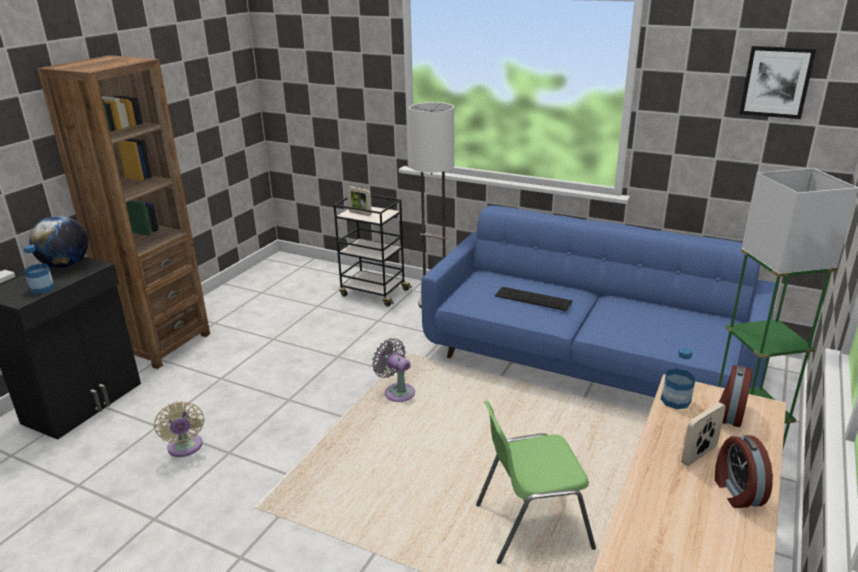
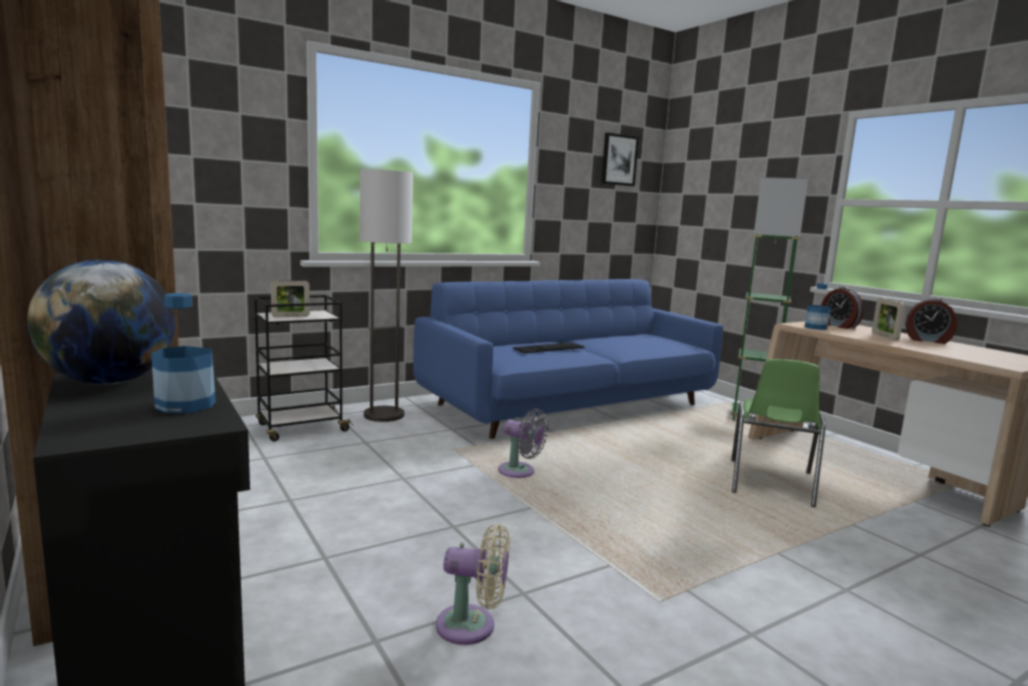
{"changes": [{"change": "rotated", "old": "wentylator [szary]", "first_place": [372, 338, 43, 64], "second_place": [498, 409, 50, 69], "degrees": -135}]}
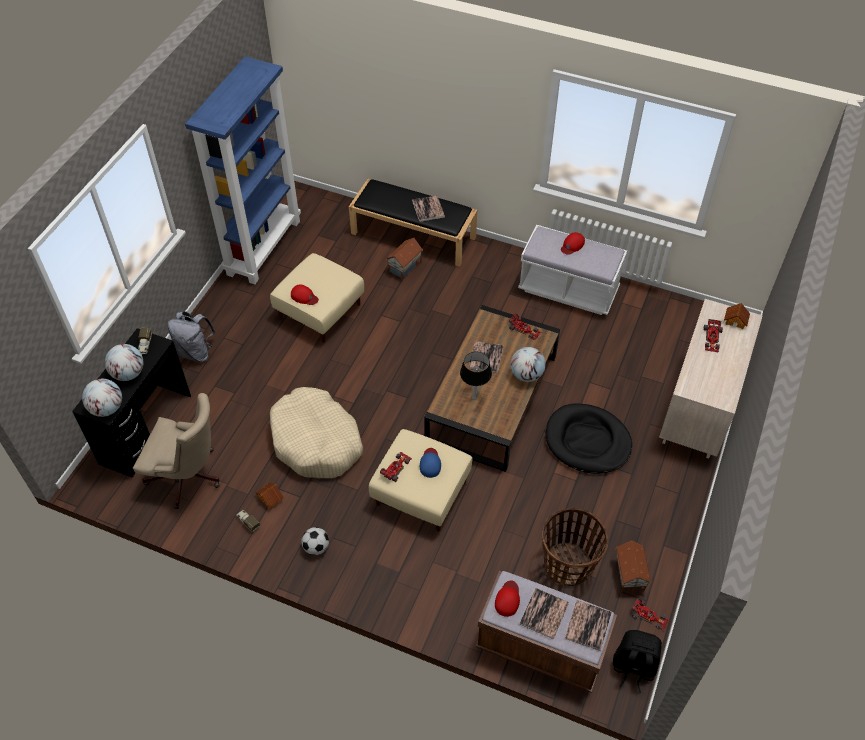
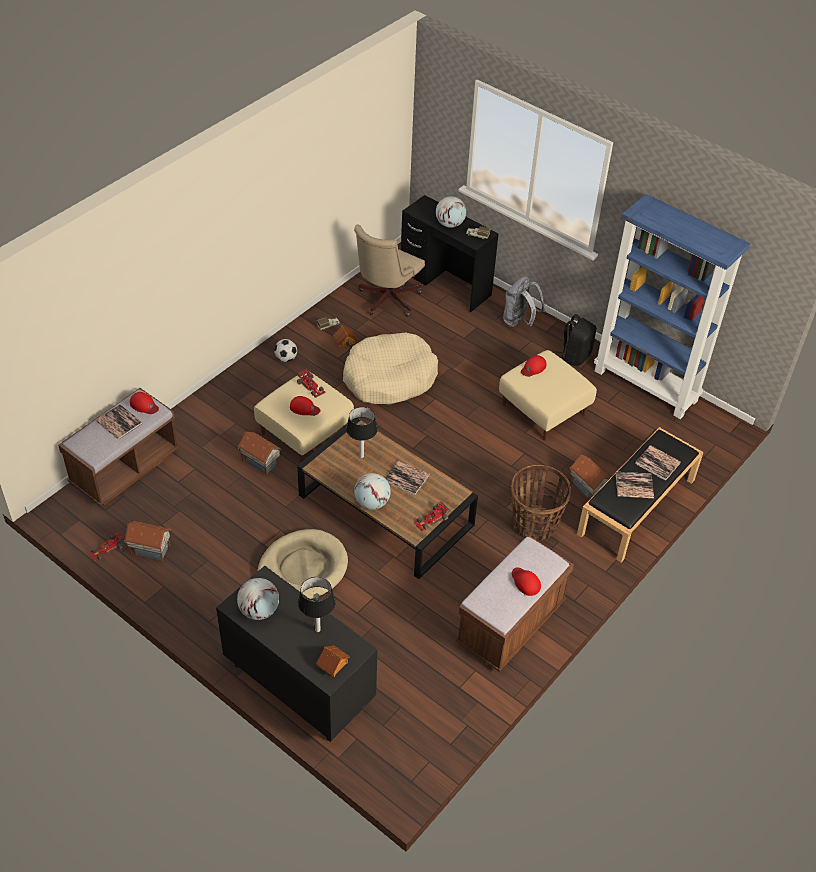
{"changes": [{"change": "repainted", "old": "komoda [beżowy]", "new": "komoda [czarny]", "first_place": [659, 299, 104, 160], "second_place": [216, 566, 162, 176]}, {"change": "shifted", "old": "globus", "first_place": [82, 379, 40, 38], "second_place": [237, 578, 42, 42]}, {"change": "new", "new": "domek", "second_place": [238, 432, 43, 44]}, {"change": "repainted", "old": "legowisko [czarny]", "new": "legowisko [beżowy]", "first_place": [546, 403, 86, 71], "second_place": [257, 529, 91, 71]}, {"change": "repainted", "old": "czapka z daszkiem [niebieski]", "new": "czapka z daszkiem [czerwony]", "first_place": [420, 448, 21, 30], "second_place": [290, 396, 31, 20]}, {"change": "swapped", "old": "samochodzik", "new": "lampa stołowa", "first_place": [703, 319, 20, 33], "second_place": [298, 577, 38, 55]}, {"change": "repainted", "old": "ławka [biały]", "new": "ławka [brązowy]", "first_place": [518, 225, 109, 90], "second_place": [456, 536, 118, 136]}, {"change": "shifted", "old": "koszyk", "first_place": [542, 508, 66, 79], "second_place": [511, 465, 60, 76]}, {"change": "shifted", "old": "plecak [czarny]", "first_place": [613, 630, 49, 63], "second_place": [556, 314, 40, 52]}, {"change": "shifted", "old": "książka", "first_place": [565, 600, 47, 51], "second_place": [635, 445, 46, 36]}]}
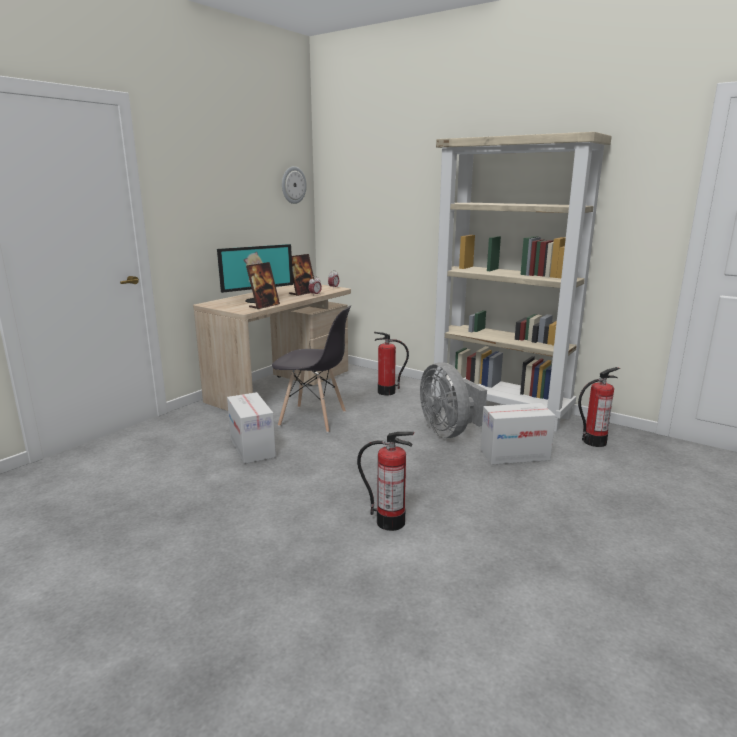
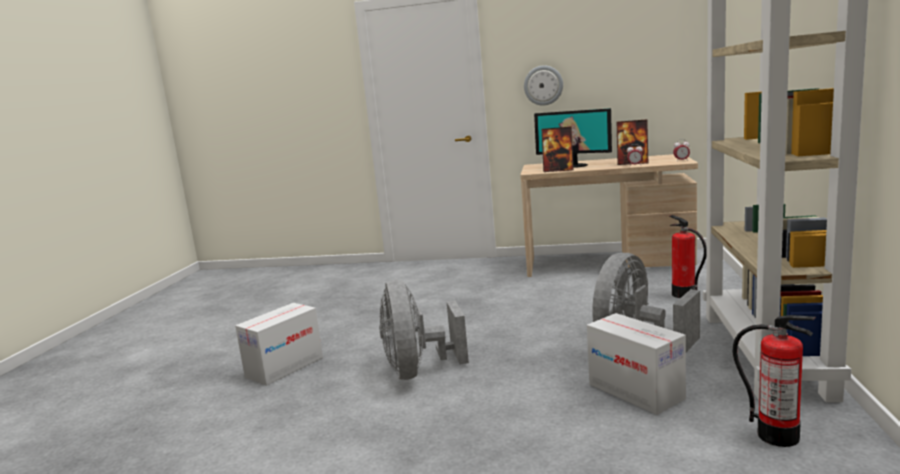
{"changes": [{"change": "shifted", "old": "karton", "first_place": [227, 392, 49, 72], "second_place": [235, 303, 88, 83]}, {"change": "swapped", "old": "gaśnica", "new": "wentylator [szary]", "first_place": [357, 432, 57, 99], "second_place": [379, 280, 90, 100]}, {"change": "shifted", "old": "zegar ścienny", "first_place": [282, 166, 25, 38], "second_place": [524, 65, 39, 41]}, {"change": "gone", "old": "krzesło [szary]", "first_place": [272, 305, 79, 128]}]}
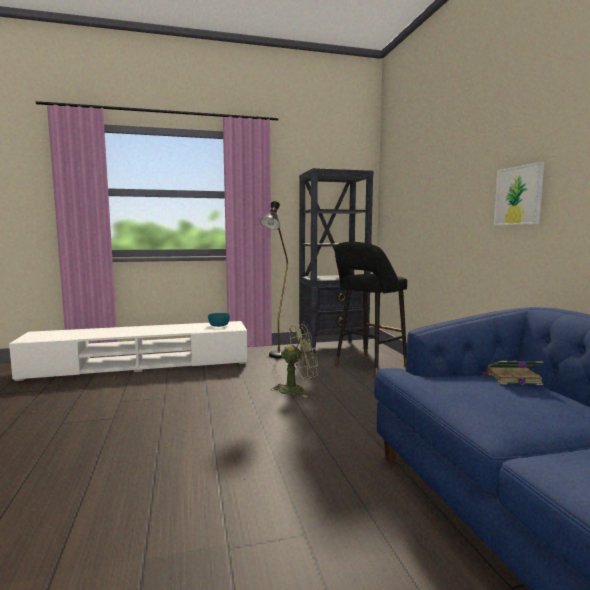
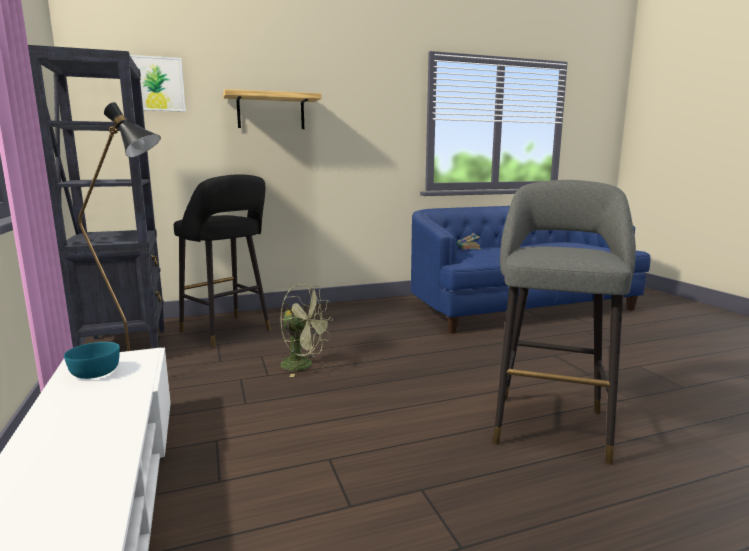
{"changes": [{"change": "shifted", "old": "obraz", "first_place": [494, 162, 50, 63], "second_place": [130, 55, 56, 57]}, {"change": "new", "new": "półka", "second_place": [223, 89, 99, 40]}, {"change": "rotated", "old": "wentylator [zielony]", "first_place": [270, 324, 48, 74], "second_place": [280, 284, 53, 93], "degrees": 135}, {"change": "new", "new": "stołek [szary]", "second_place": [493, 180, 143, 285]}]}
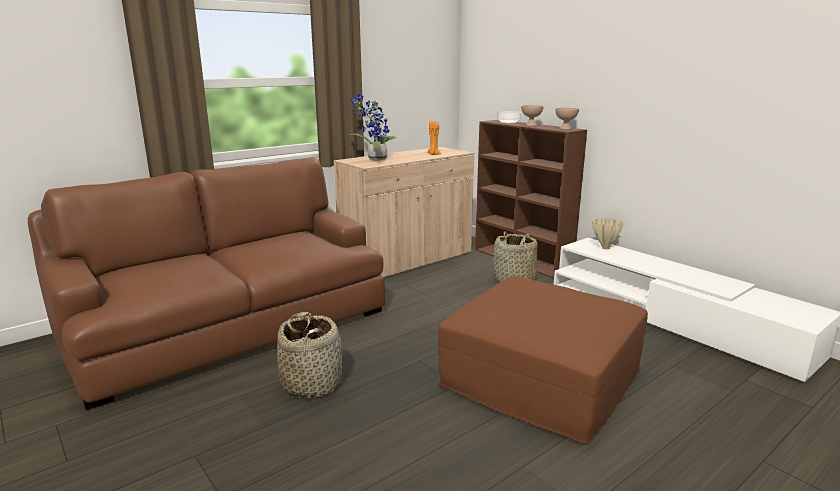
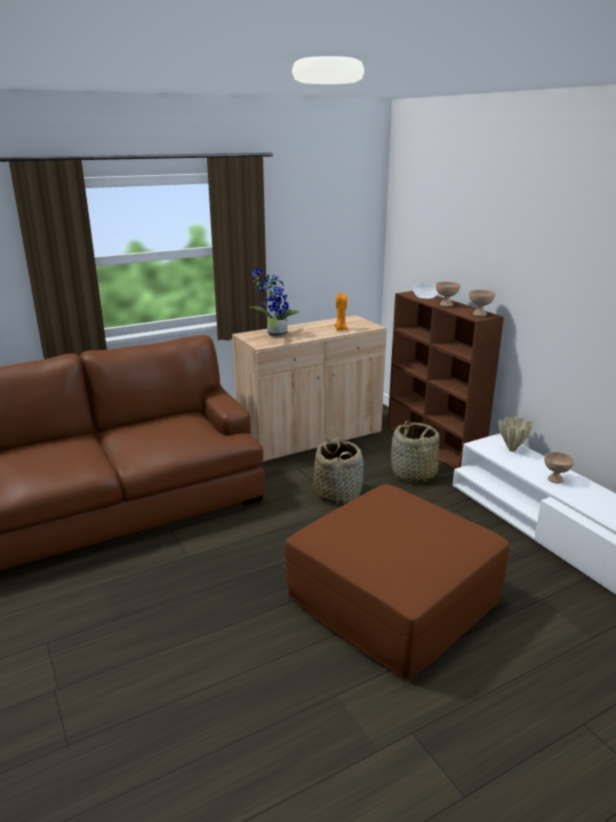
{"changes": [{"change": "shifted", "old": "koszyk", "first_place": [277, 312, 65, 88], "second_place": [313, 438, 51, 67]}, {"change": "new", "new": "miska [beżowy]", "second_place": [544, 452, 30, 31]}]}
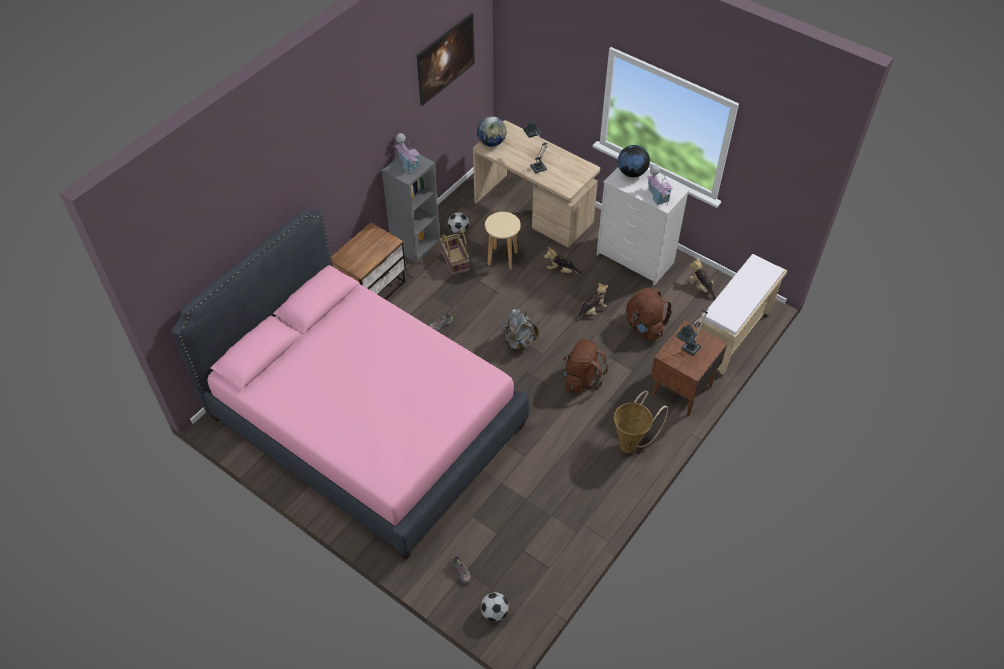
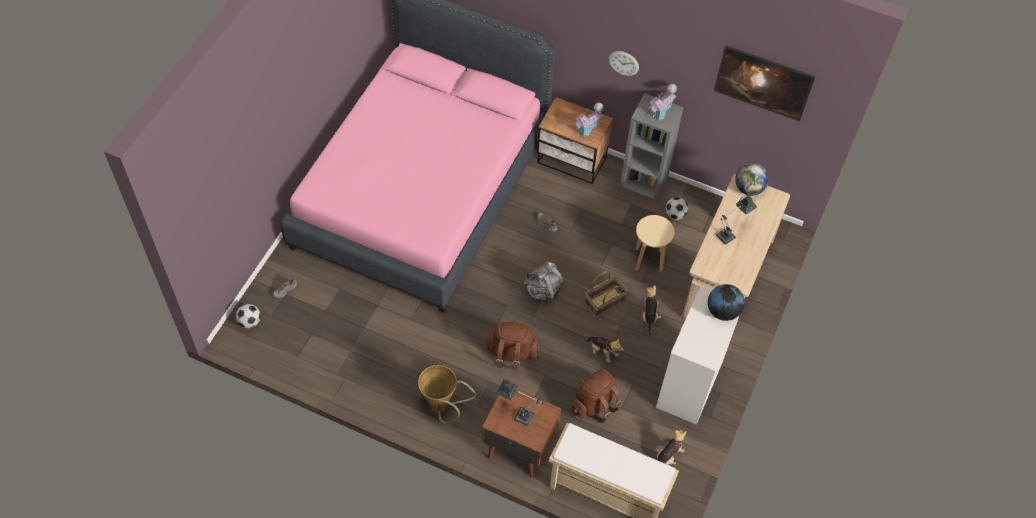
{"changes": [{"change": "shifted", "old": "domek", "first_place": [647, 165, 26, 41], "second_place": [574, 103, 30, 35]}, {"change": "shifted", "old": "koszyk", "first_place": [440, 230, 30, 45], "second_place": [584, 271, 44, 47]}, {"change": "new", "new": "zegar ścienny", "second_place": [608, 51, 31, 25]}]}
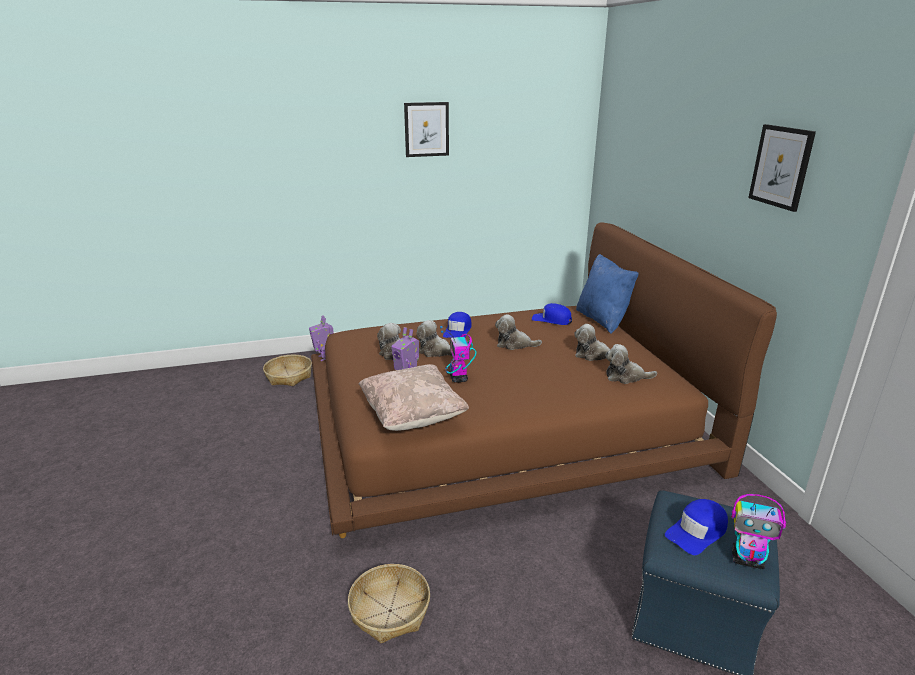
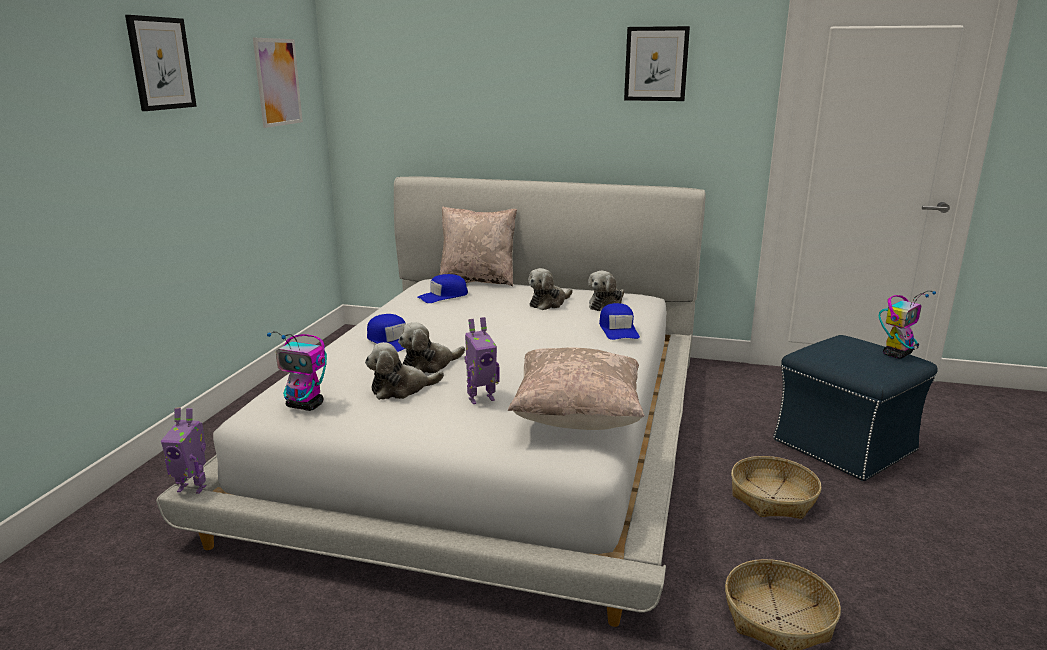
{"changes": [{"change": "repainted", "old": "łóżko [brązowy]", "new": "łóżko [biały]", "first_place": [311, 222, 466, 316], "second_place": [156, 176, 550, 451]}, {"change": "new", "new": "obraz", "second_place": [253, 38, 50, 90]}, {"change": "shifted", "old": "robot zabawkowy", "first_place": [440, 326, 37, 57], "second_place": [267, 332, 60, 79]}, {"change": "repainted", "old": "poduszka [niebieski]", "new": "poduszka [beżowy]", "first_place": [576, 254, 63, 80], "second_place": [440, 206, 77, 80]}, {"change": "shifted", "old": "czapka z daszkiem [niebieski]", "first_place": [665, 499, 63, 56], "second_place": [599, 303, 41, 37]}, {"change": "shifted", "old": "koszyk", "first_place": [263, 355, 49, 31], "second_place": [731, 456, 90, 63]}, {"change": "gone", "old": "pluszak", "first_place": [495, 314, 47, 36]}]}
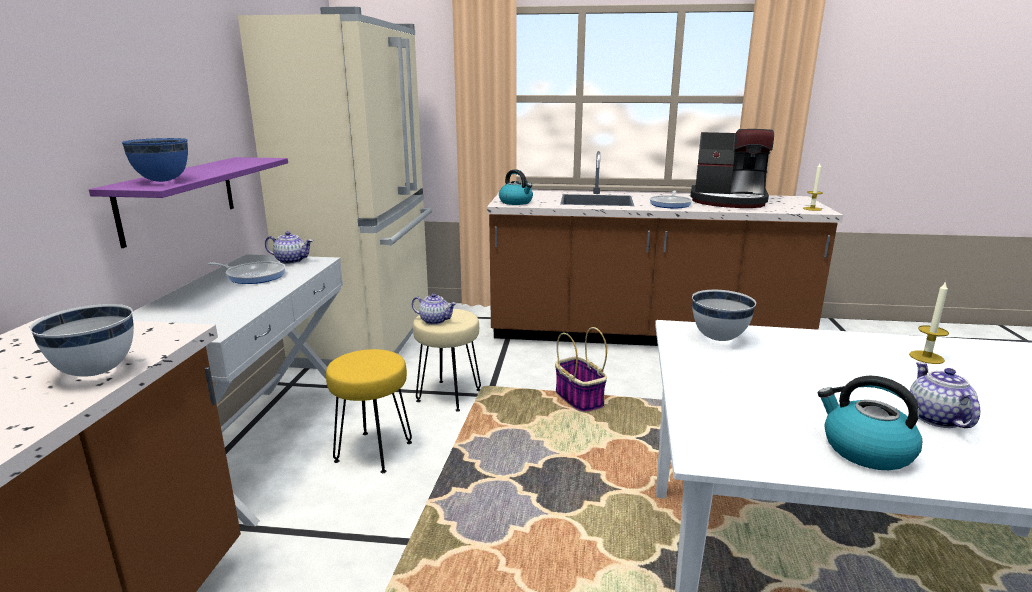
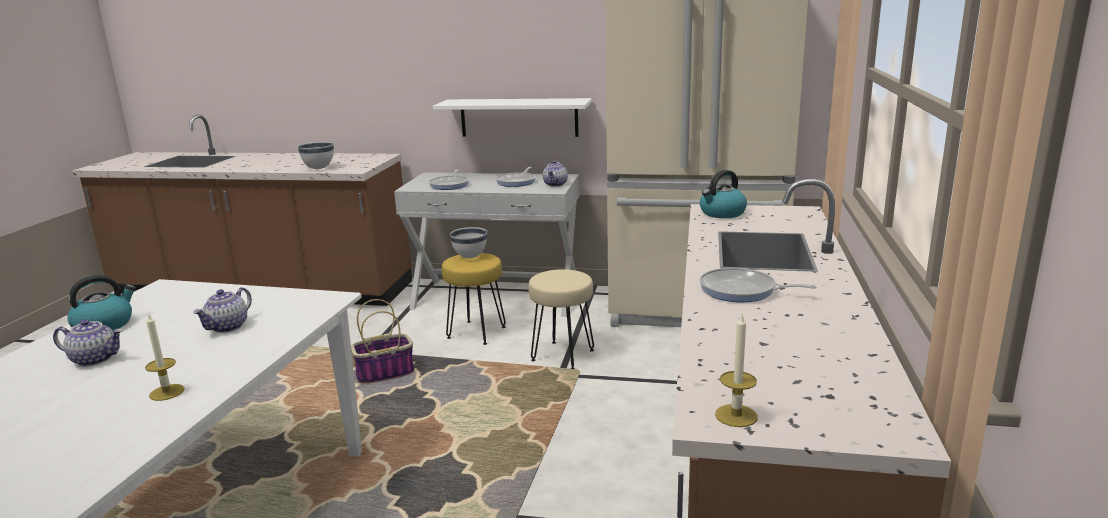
{"changes": [{"change": "shifted", "old": "imbryk", "first_place": [412, 293, 45, 32], "second_place": [193, 287, 59, 46]}, {"change": "shifted", "old": "koszyk", "first_place": [555, 327, 52, 85], "second_place": [351, 299, 64, 85]}, {"change": "new", "new": "patelnia", "second_place": [429, 169, 40, 21]}, {"change": "repainted", "old": "półka [fioletowy]", "new": "półka [biały]", "first_place": [89, 157, 199, 91], "second_place": [433, 98, 159, 39]}, {"change": "shifted", "old": "miska [biały]", "first_place": [692, 290, 64, 51], "second_place": [450, 227, 37, 31]}, {"change": "gone", "old": "miska [niebieski]", "first_place": [122, 138, 66, 44]}, {"change": "gone", "old": "ekspres do kawy", "first_place": [690, 129, 84, 79]}]}
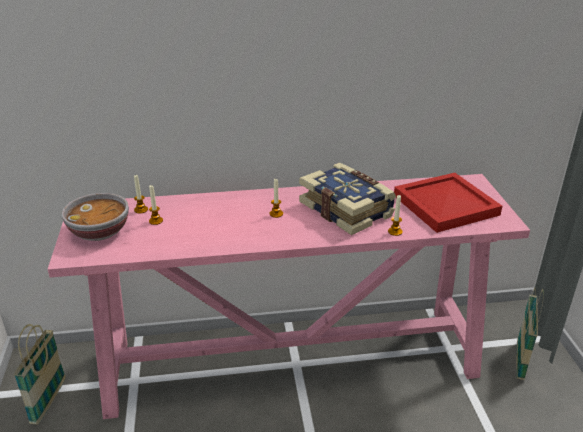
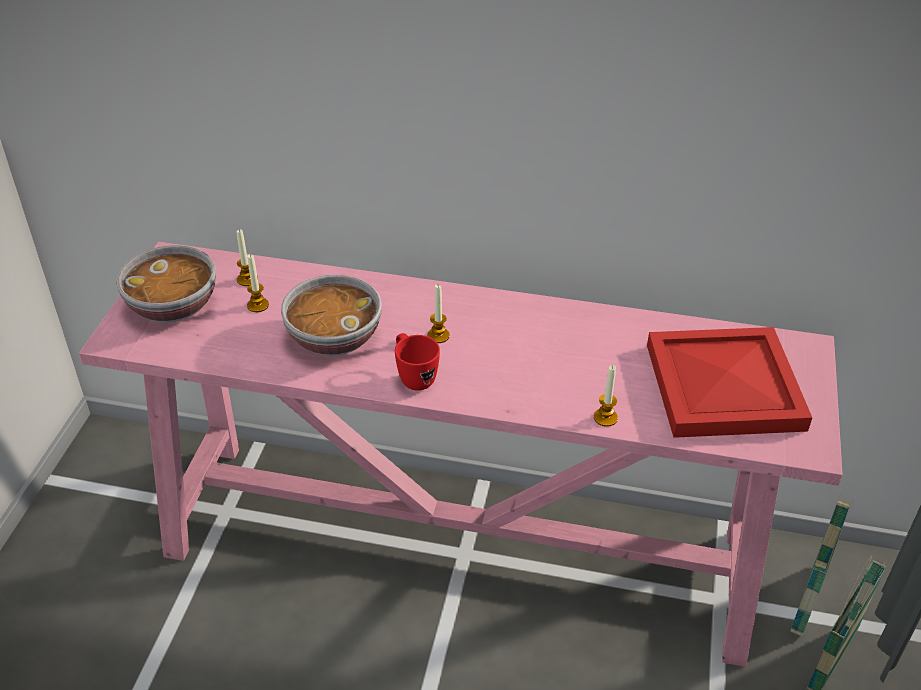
{"changes": [{"change": "new", "new": "miska", "second_place": [281, 275, 101, 81]}, {"change": "new", "new": "kubek [czerwony]", "second_place": [395, 333, 45, 58]}, {"change": "shifted", "old": "koszyk", "first_place": [14, 324, 52, 101], "second_place": [790, 499, 63, 137]}, {"change": "gone", "old": "książka", "first_place": [299, 162, 97, 73]}]}
